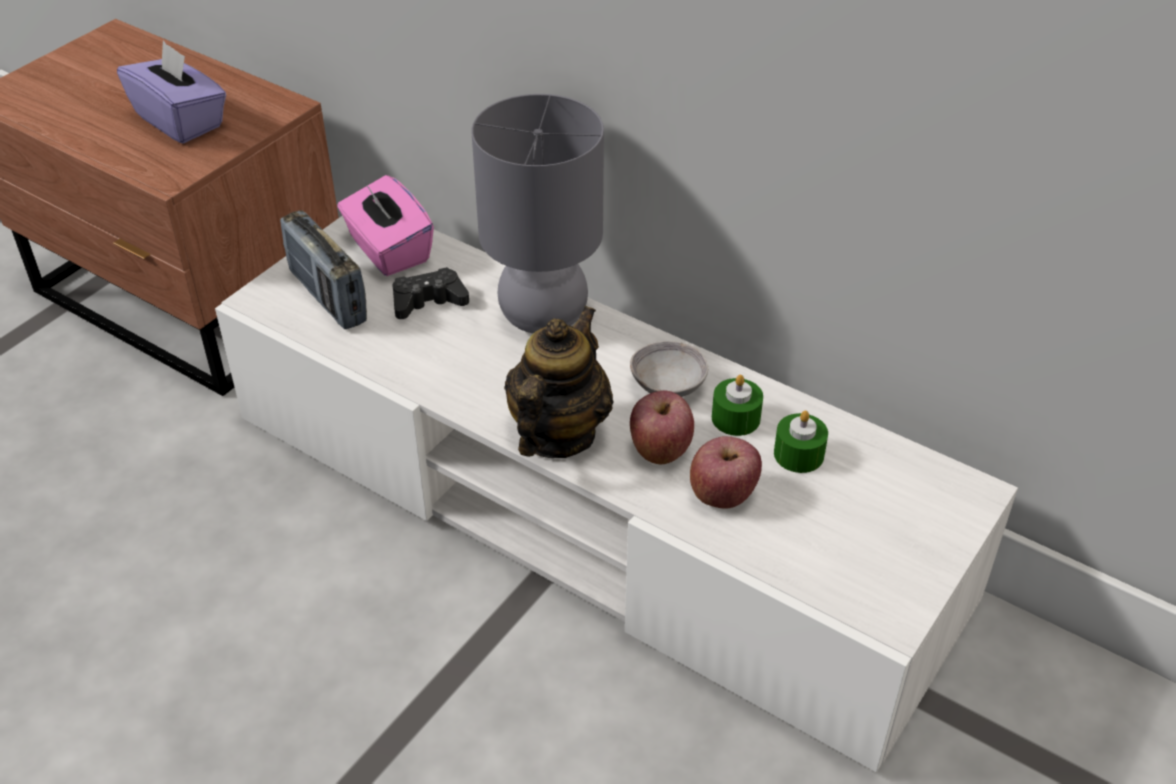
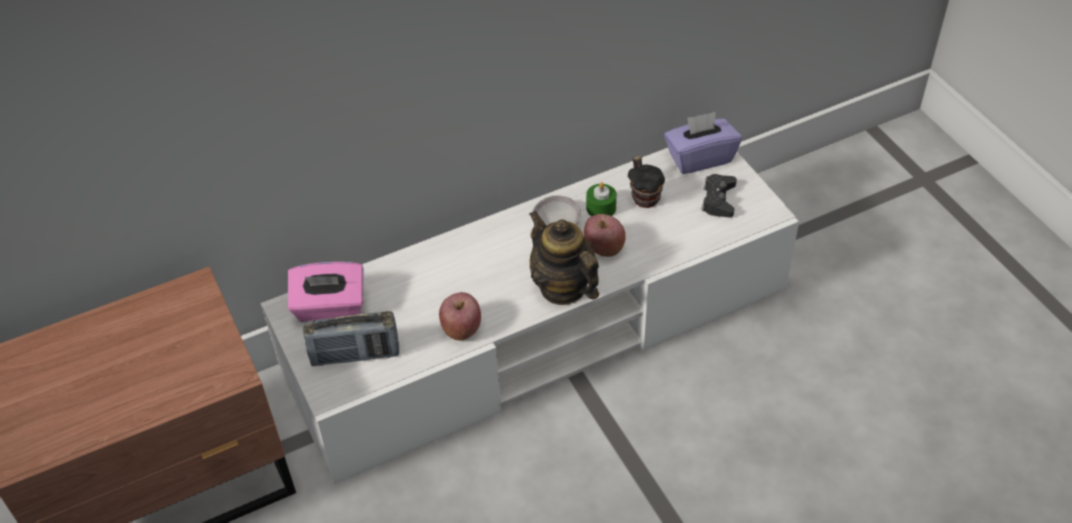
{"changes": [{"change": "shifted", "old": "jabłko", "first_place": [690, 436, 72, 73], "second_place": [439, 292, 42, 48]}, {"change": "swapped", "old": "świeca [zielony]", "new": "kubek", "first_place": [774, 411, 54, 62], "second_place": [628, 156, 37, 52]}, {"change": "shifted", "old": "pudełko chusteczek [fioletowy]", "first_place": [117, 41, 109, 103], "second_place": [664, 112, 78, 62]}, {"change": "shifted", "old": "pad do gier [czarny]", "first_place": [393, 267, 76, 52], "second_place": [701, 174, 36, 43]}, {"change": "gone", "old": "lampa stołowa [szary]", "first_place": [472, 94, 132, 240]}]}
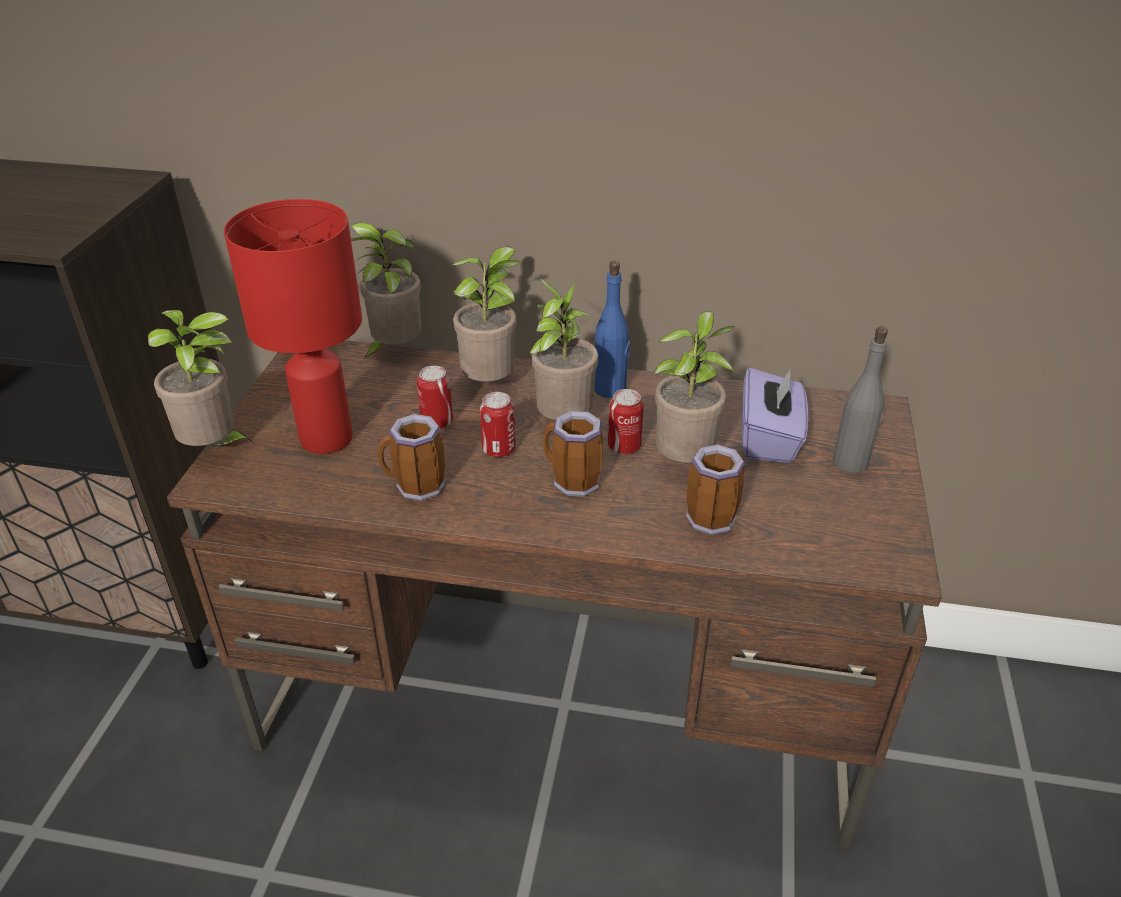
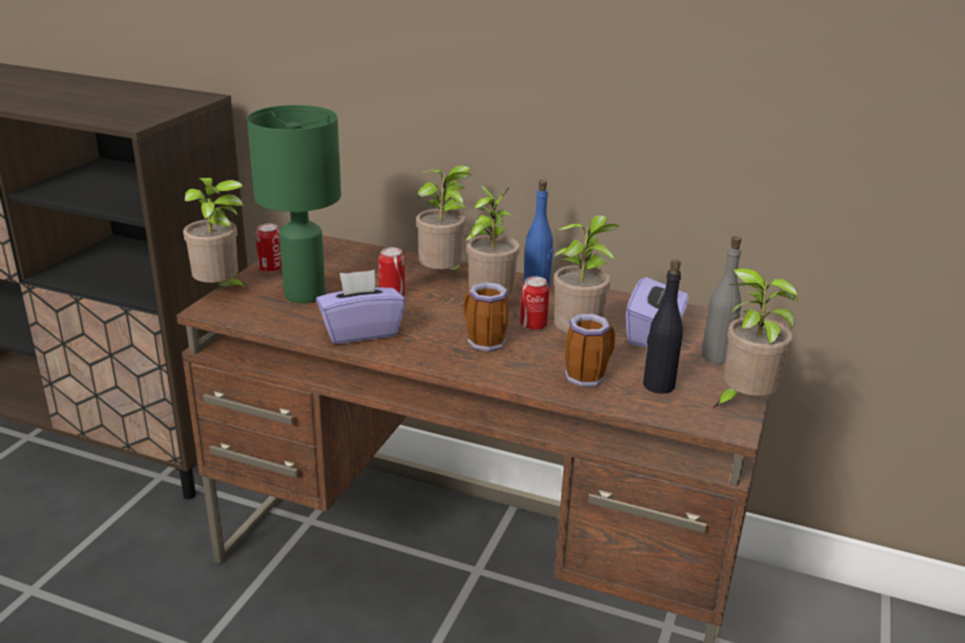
{"changes": [{"change": "repainted", "old": "lampa stołowa [czerwony]", "new": "lampa stołowa [zielony]", "first_place": [224, 199, 138, 255], "second_place": [247, 105, 94, 198]}, {"change": "shifted", "old": "puszka", "first_place": [480, 392, 36, 65], "second_place": [256, 224, 26, 49]}, {"change": "swapped", "old": "kubek", "new": "pudełko chusteczek [fioletowy]", "first_place": [378, 414, 68, 87], "second_place": [316, 270, 89, 74]}, {"change": "new", "new": "butelka [czarny]", "second_place": [643, 259, 40, 135]}, {"change": "shifted", "old": "roślina doniczkowa", "first_place": [351, 223, 70, 136], "second_place": [713, 268, 85, 140]}]}
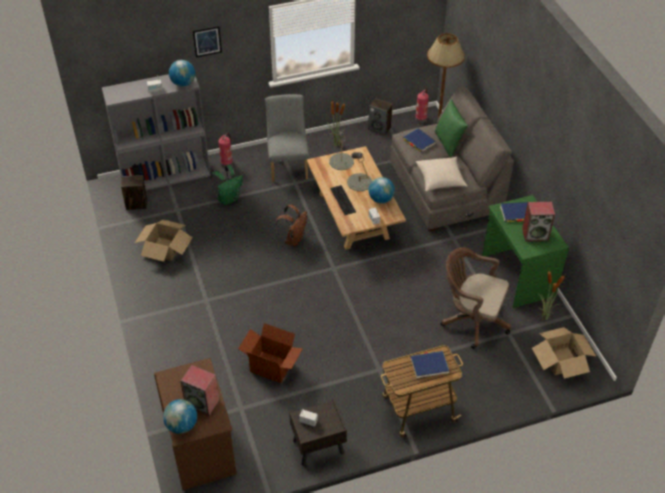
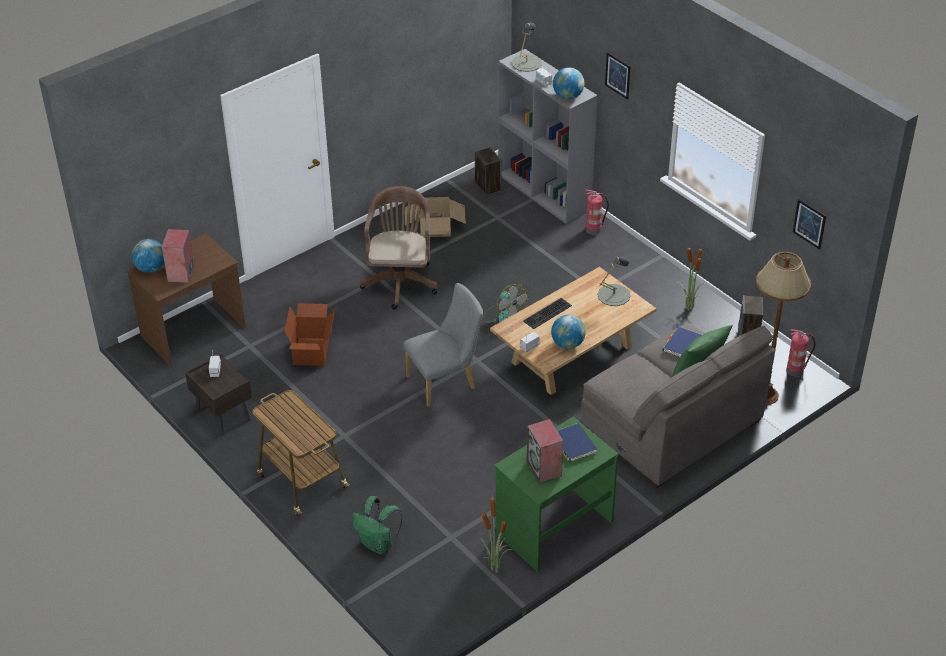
{"changes": [{"change": "shifted", "old": "plecak [zielony]", "first_place": [211, 165, 32, 40], "second_place": [353, 496, 50, 58]}, {"change": "shifted", "old": "krzesło biurowe [brązowy]", "first_place": [441, 247, 70, 102], "second_place": [360, 186, 78, 124]}, {"change": "shifted", "old": "krzesło [szary]", "first_place": [265, 94, 44, 88], "second_place": [403, 283, 80, 124]}, {"change": "swapped", "old": "plecak [brązowy]", "new": "wentylator", "first_place": [275, 205, 32, 42], "second_place": [483, 284, 45, 39]}, {"change": "shifted", "old": "lampa stołowa [szary]", "first_place": [347, 152, 25, 39], "second_place": [512, 22, 30, 50]}, {"change": "new", "new": "obraz", "second_place": [793, 199, 33, 51]}, {"change": "gone", "old": "książka [niebieski]", "first_place": [410, 351, 39, 27]}, {"change": "gone", "old": "poduszka [beżowy]", "first_place": [416, 157, 52, 35]}, {"change": "gone", "old": "karton", "first_place": [532, 327, 65, 52]}]}
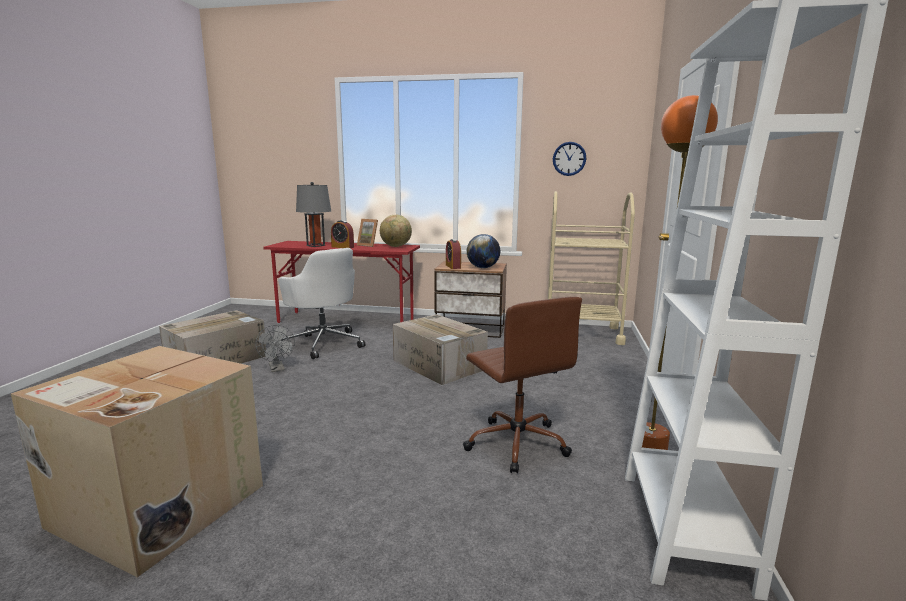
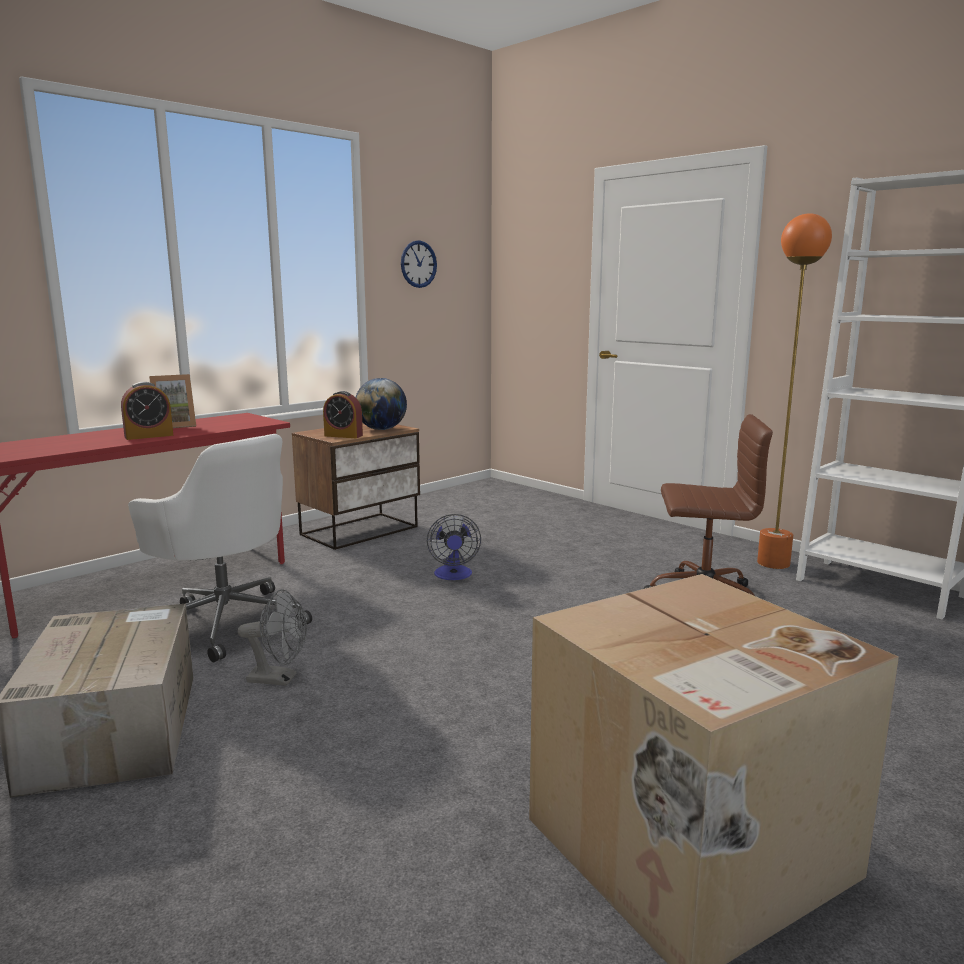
{"changes": [{"change": "rotated", "old": "krzesło biurowe [biały]", "first_place": [278, 248, 87, 111], "second_place": [128, 434, 184, 228], "degrees": 45}, {"change": "swapped", "old": "karton", "new": "wentylator", "first_place": [393, 314, 95, 71], "second_place": [427, 514, 54, 66]}, {"change": "gone", "old": "lampa stołowa [szary]", "first_place": [296, 182, 35, 65]}, {"change": "gone", "old": "globus", "first_place": [380, 215, 32, 32]}, {"change": "gone", "old": "wózek [beżowy]", "first_place": [548, 191, 87, 154]}]}
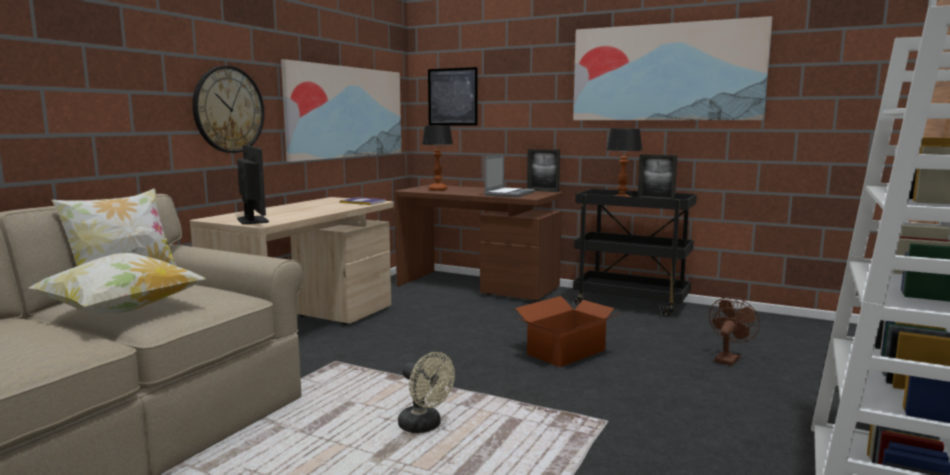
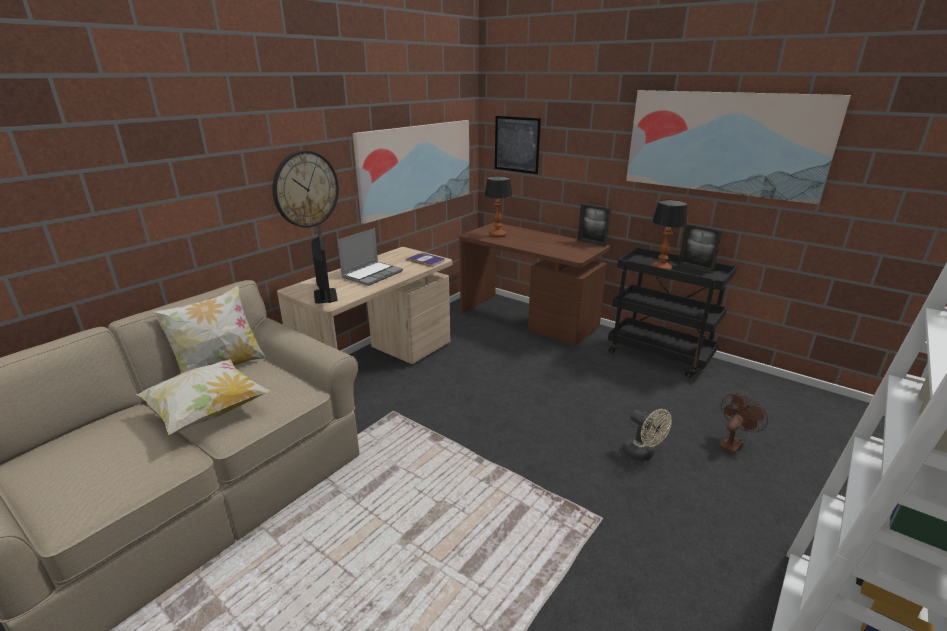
{"changes": [{"change": "shifted", "old": "laptop", "first_place": [484, 154, 51, 43], "second_place": [338, 228, 65, 58]}, {"change": "shifted", "old": "wentylator [beżowy]", "first_place": [398, 352, 57, 81], "second_place": [623, 409, 49, 52]}, {"change": "gone", "old": "karton", "first_place": [515, 296, 106, 71]}]}
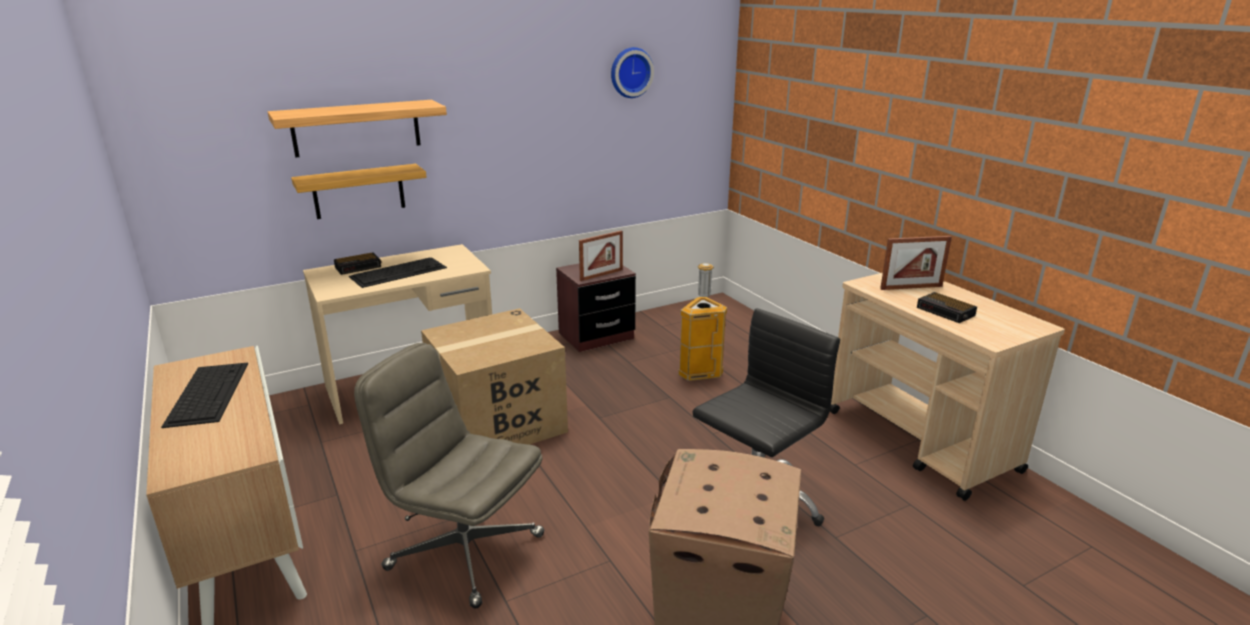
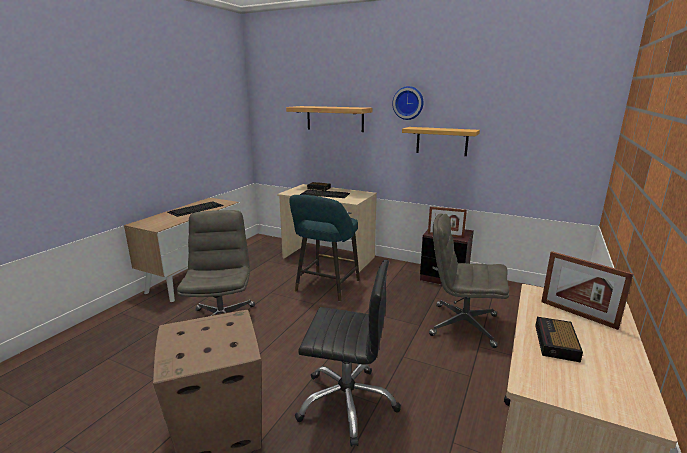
{"changes": [{"change": "swapped", "old": "karton", "new": "stołek [turkusowy]", "first_place": [421, 308, 147, 137], "second_place": [289, 195, 71, 107]}, {"change": "shifted", "old": "zegar ścienny", "first_place": [611, 47, 43, 51], "second_place": [392, 86, 32, 34]}, {"change": "shifted", "old": "półka", "first_place": [291, 164, 136, 55], "second_place": [402, 127, 78, 29]}, {"change": "swapped", "old": "kosz na śmieci", "new": "krzesło biurowe [szary]", "first_place": [678, 263, 49, 118], "second_place": [429, 214, 80, 134]}]}
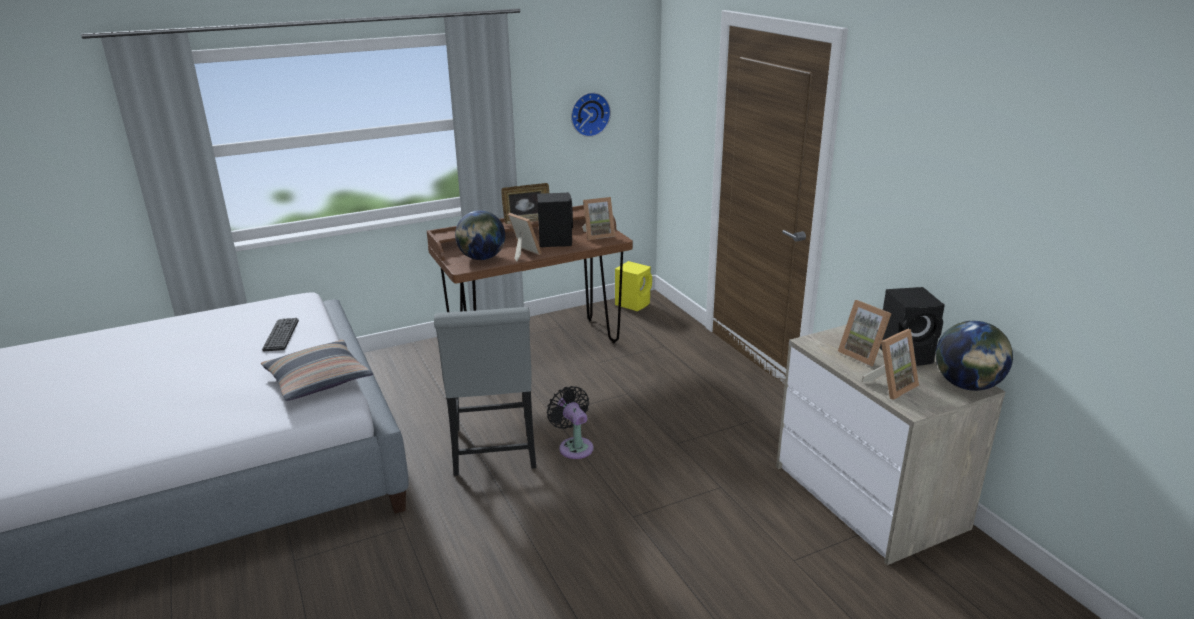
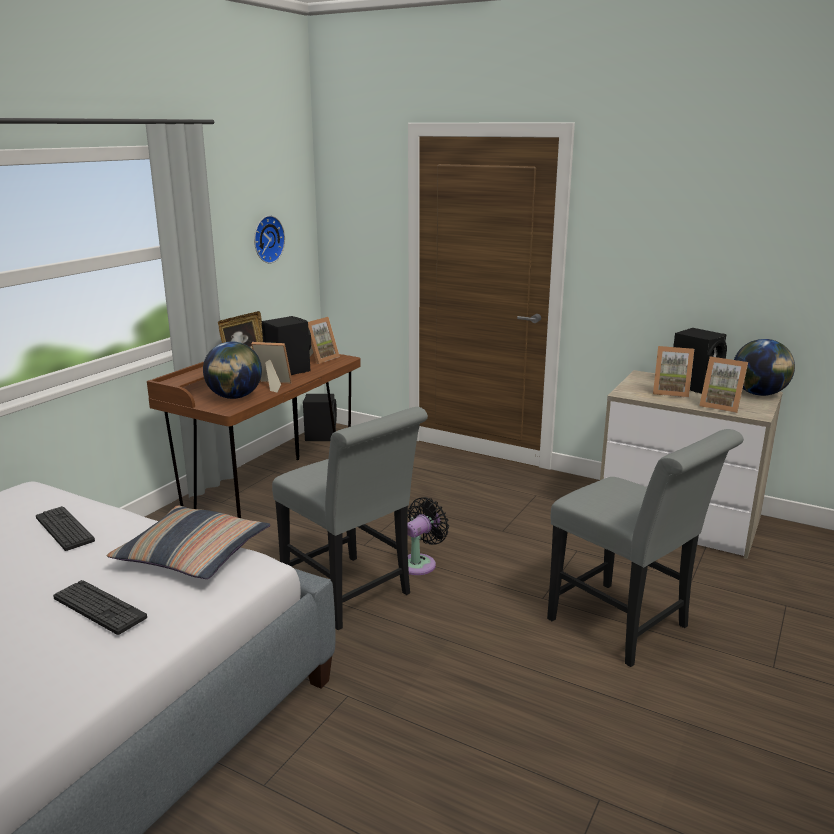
{"changes": [{"change": "new", "new": "klawiatura", "second_place": [53, 580, 94, 55]}, {"change": "repainted", "old": "głośnik [żółty]", "new": "głośnik [czarny]", "first_place": [615, 261, 37, 50], "second_place": [303, 394, 34, 47]}, {"change": "rotated", "old": "wentylator [czarny]", "first_place": [547, 386, 47, 73], "second_place": [407, 497, 42, 78], "degrees": 105}, {"change": "new", "new": "krzesło [szary]", "second_place": [547, 429, 197, 238]}, {"change": "rotated", "old": "ramka na zdjęcie", "first_place": [861, 329, 58, 70], "second_place": [699, 356, 49, 57], "degrees": 105}]}
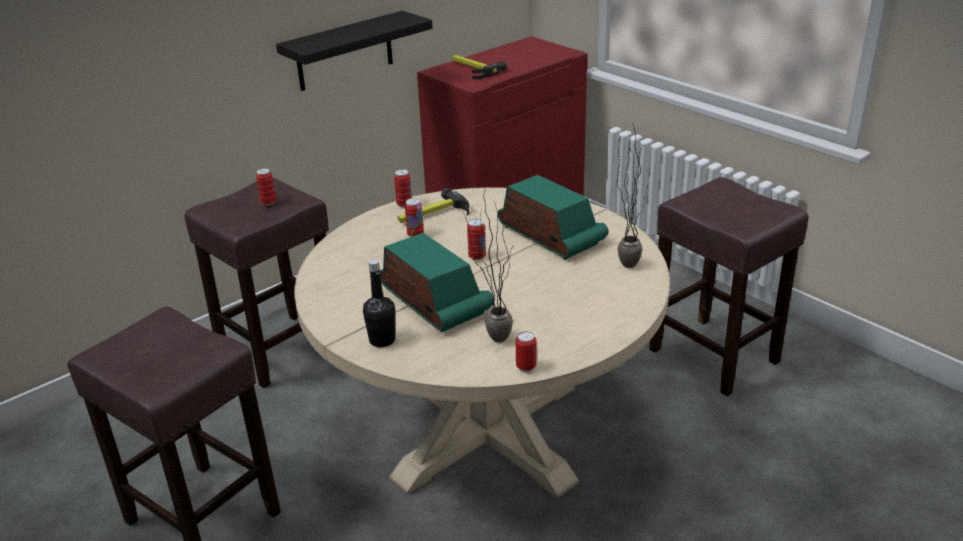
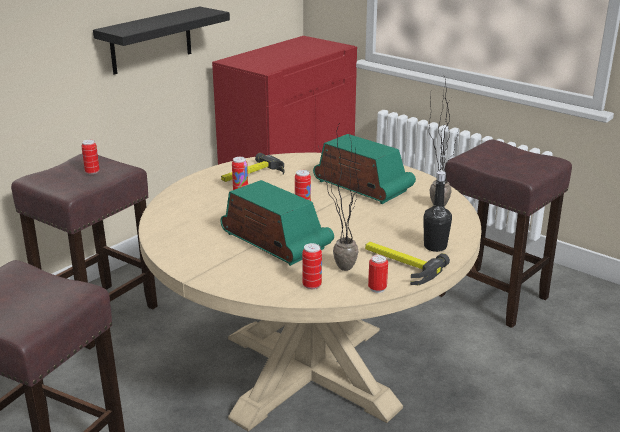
{"changes": [{"change": "shifted", "old": "puszka", "first_place": [394, 169, 18, 38], "second_place": [302, 243, 20, 46]}, {"change": "shifted", "old": "młotek", "first_place": [452, 55, 55, 24], "second_place": [365, 242, 85, 43]}, {"change": "shifted", "old": "butelka [czarny]", "first_place": [363, 259, 32, 88], "second_place": [423, 171, 29, 81]}]}
